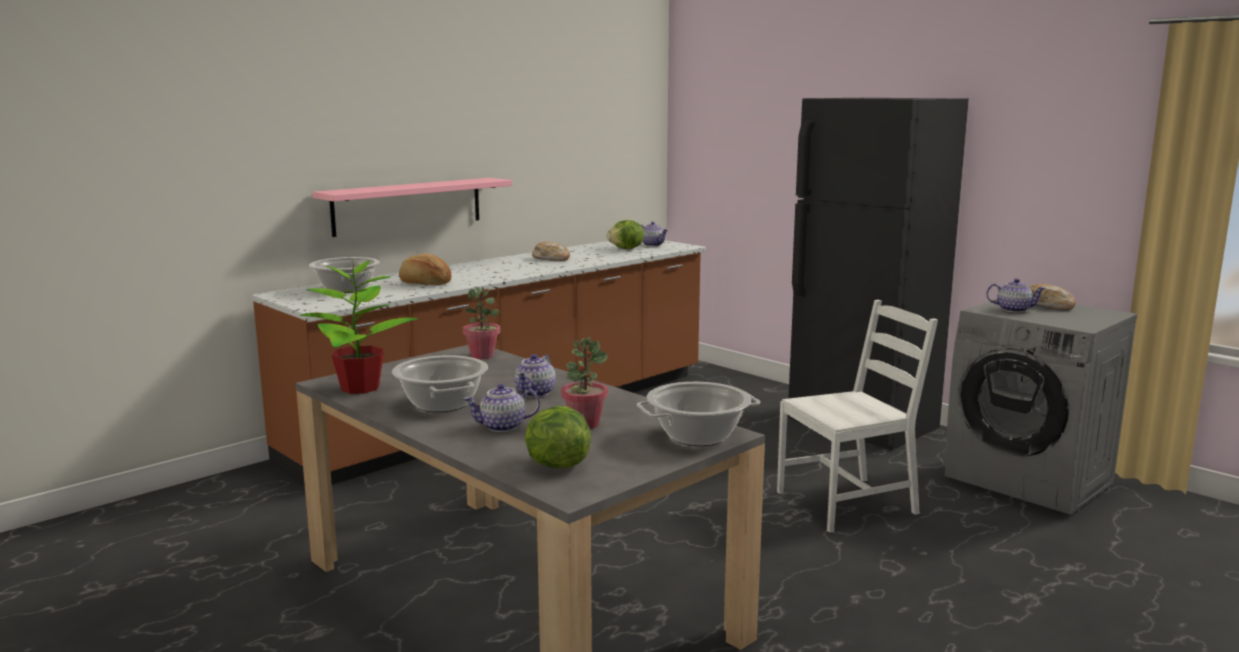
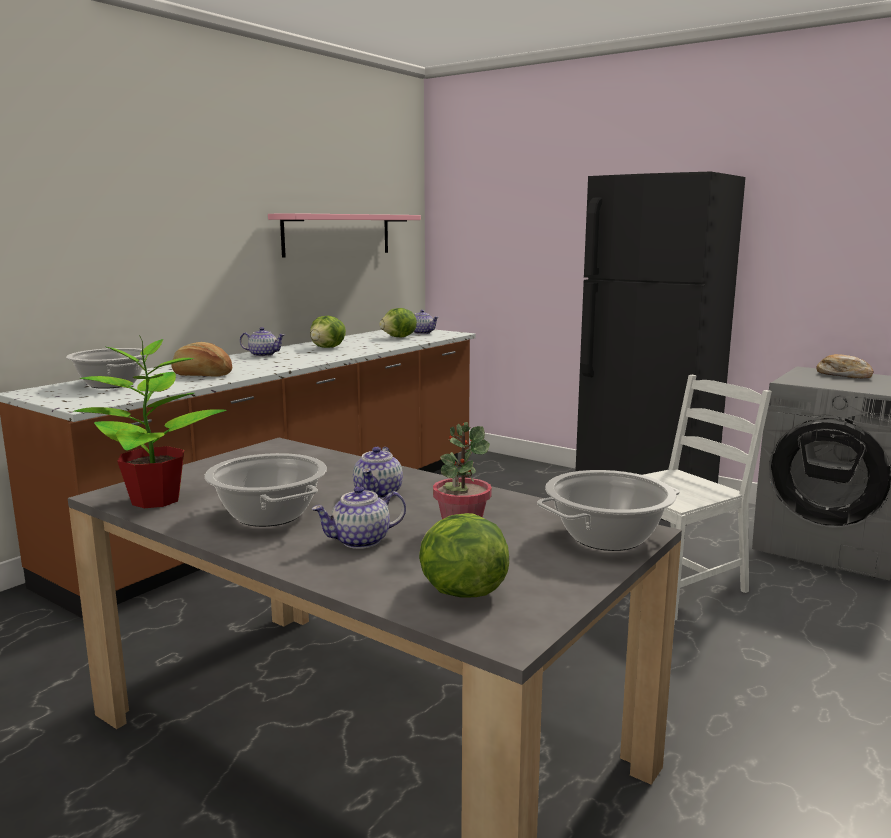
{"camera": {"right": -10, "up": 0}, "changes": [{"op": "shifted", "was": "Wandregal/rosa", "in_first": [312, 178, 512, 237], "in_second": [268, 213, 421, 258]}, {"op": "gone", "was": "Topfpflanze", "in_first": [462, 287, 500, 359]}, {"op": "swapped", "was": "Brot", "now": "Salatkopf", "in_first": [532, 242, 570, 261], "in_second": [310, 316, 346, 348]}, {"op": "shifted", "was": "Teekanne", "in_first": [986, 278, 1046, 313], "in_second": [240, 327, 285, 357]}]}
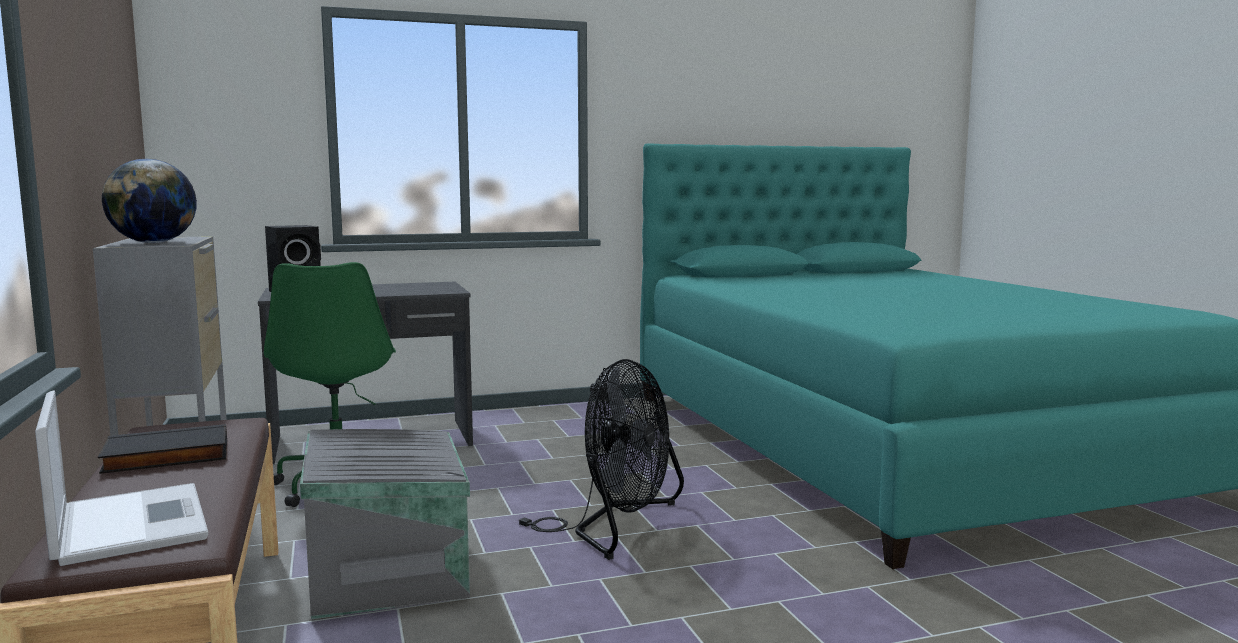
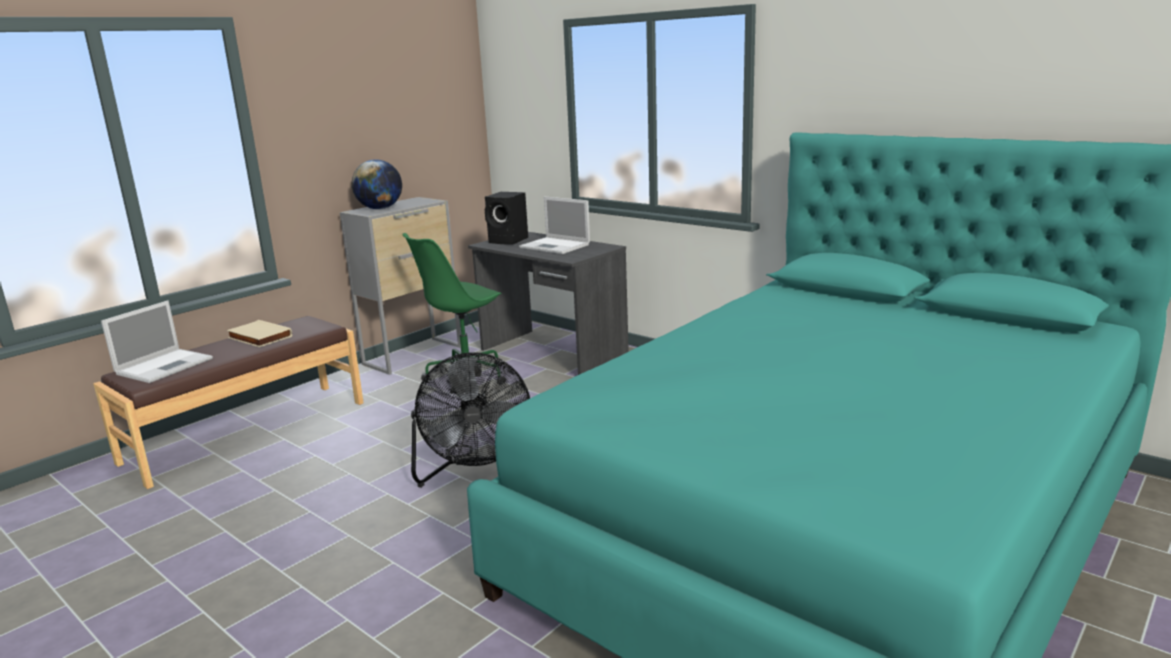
{"camera": {"right": 60, "up": 10}, "changes": [{"op": "repainted", "was": "Buch/schwarz", "now": "Buch/beige", "in_first": [98, 424, 227, 474], "in_second": [227, 320, 292, 347]}, {"op": "gone", "was": "Aufbewahrungsbox/grau", "in_first": [300, 429, 470, 619]}, {"op": "new", "now": "Laptop", "in_second": [519, 196, 590, 254]}]}
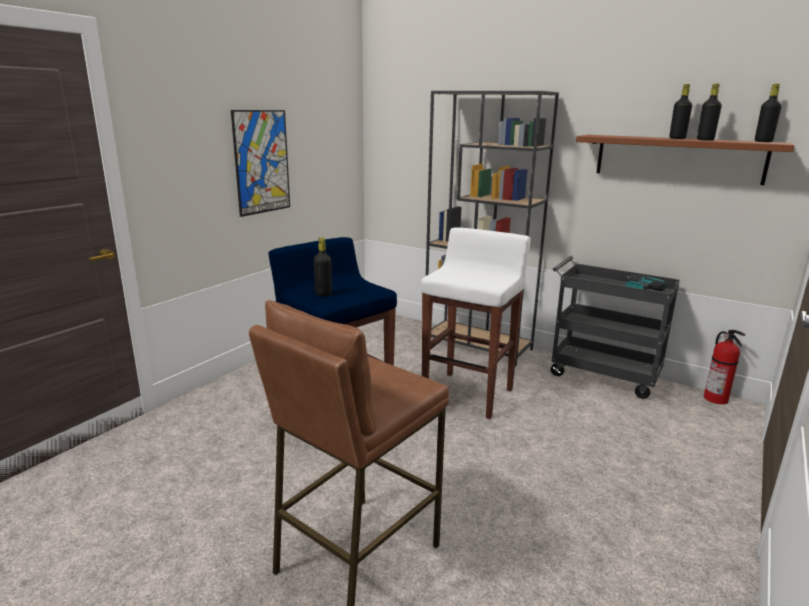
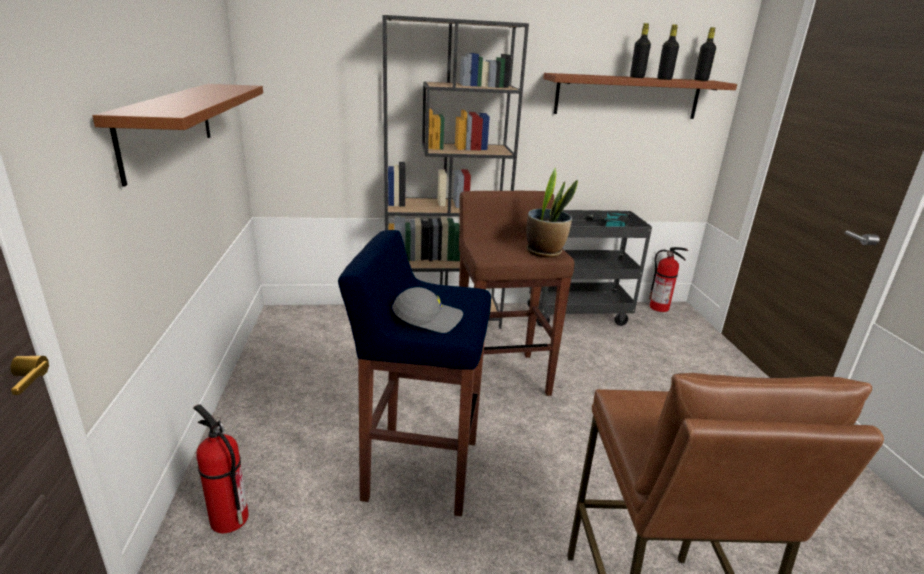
{"camera": {"right": -40, "up": 5}, "changes": [{"op": "swapped", "was": "Bild", "now": "Wandregal/braun", "in_first": [231, 110, 290, 217], "in_second": [92, 84, 263, 186]}, {"op": "swapped", "was": "Flasche/schwarz", "now": "Kappe/grau", "in_first": [313, 238, 332, 296], "in_second": [392, 287, 463, 333]}, {"op": "repainted", "was": "Hocker/weiß", "now": "Hocker/braun", "in_first": [421, 227, 531, 419], "in_second": [459, 191, 574, 396]}, {"op": "new", "now": "Feuerlöscher", "in_second": [193, 404, 249, 533]}, {"op": "new", "now": "Topfpflanze", "in_second": [526, 168, 578, 258]}]}
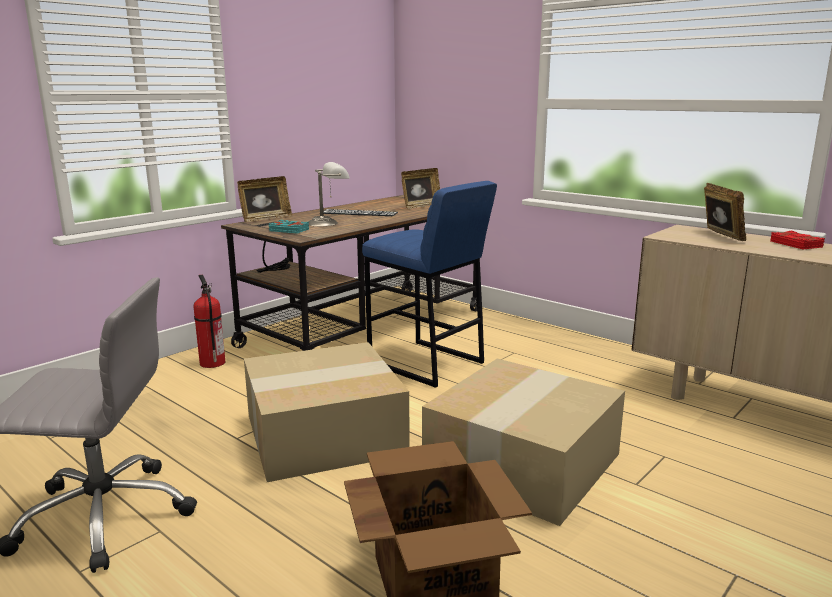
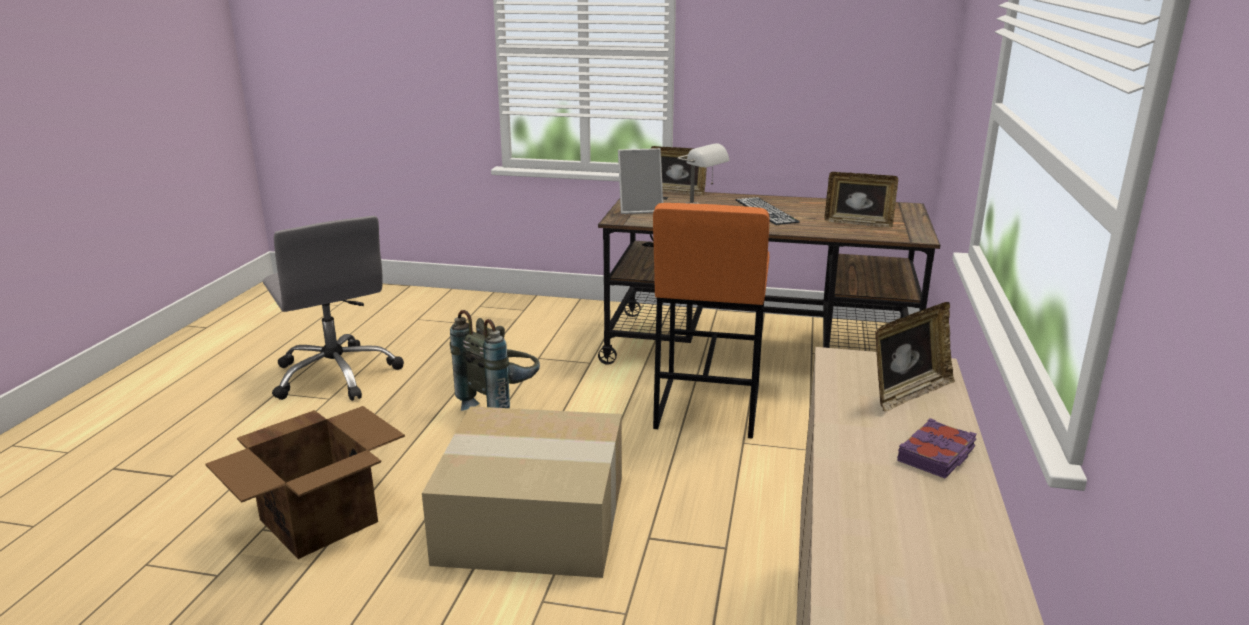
{"camera": {"right": 60, "up": 5}, "changes": [{"op": "gone", "was": "Feuerlöscher", "in_first": [194, 275, 225, 368]}, {"op": "swapped", "was": "Karton", "now": "Rucksack/grau", "in_first": [244, 342, 410, 482], "in_second": [450, 310, 540, 411]}, {"op": "swapped", "was": "Buch/türkis", "now": "Bilderrahmen", "in_first": [269, 220, 309, 234], "in_second": [618, 148, 663, 214]}, {"op": "repainted", "was": "Hocker/blau", "now": "Hocker/orange", "in_first": [362, 181, 497, 388], "in_second": [653, 203, 769, 439]}, {"op": "repainted", "was": "Buch/rot", "now": "Buch/lila", "in_first": [770, 231, 825, 249], "in_second": [897, 418, 976, 479]}]}
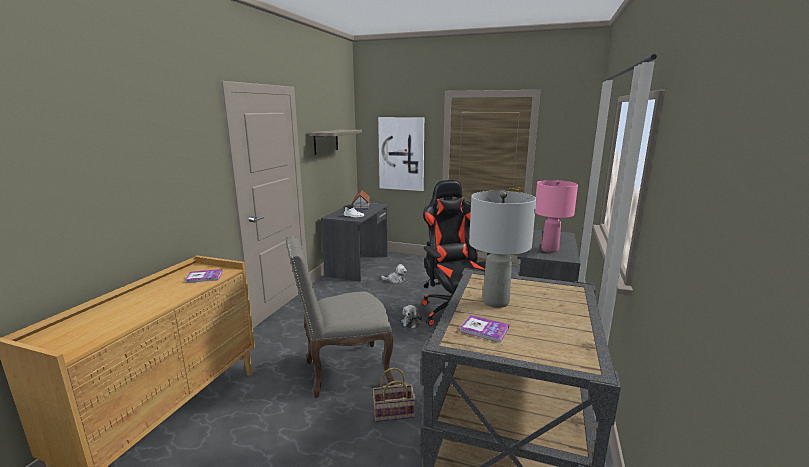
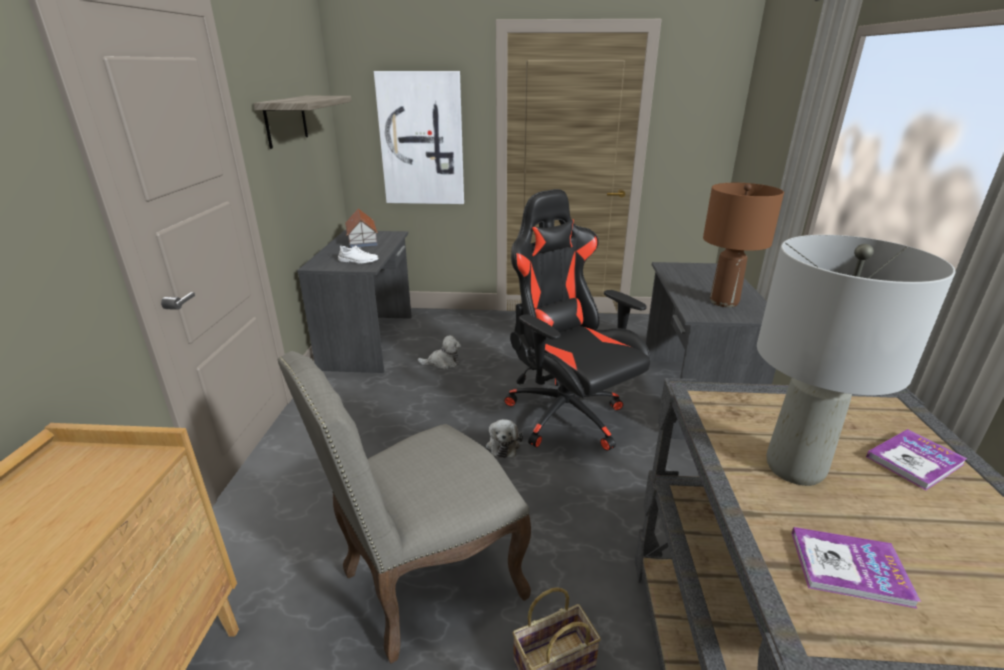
{"camera": {"right": -15, "up": 10}, "changes": [{"op": "shifted", "was": "Buch", "in_first": [185, 269, 222, 283], "in_second": [866, 429, 967, 490]}, {"op": "repainted", "was": "Tischlampe/rosa", "now": "Tischlampe/braun", "in_first": [535, 180, 578, 253], "in_second": [703, 183, 784, 307]}]}
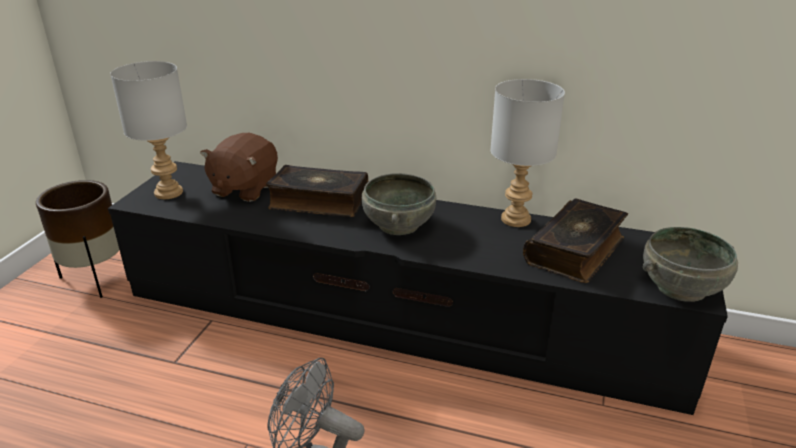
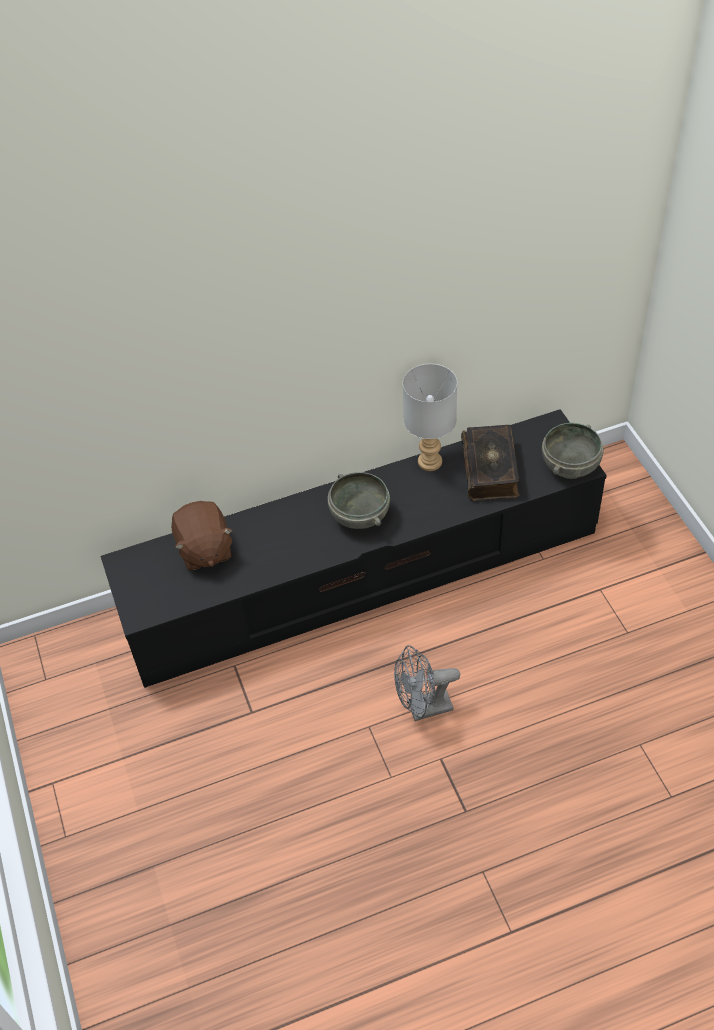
{"camera": {"right": -35, "up": 20}, "changes": [{"op": "gone", "was": "Pflanzkübel/braun", "in_first": [36, 180, 119, 298]}, {"op": "gone", "was": "Tischlampe/grau", "in_first": [110, 61, 187, 199]}, {"op": "gone", "was": "Buch", "in_first": [266, 165, 368, 217]}]}
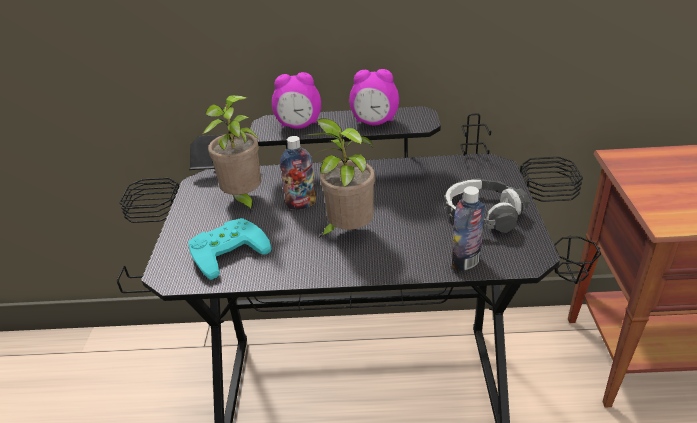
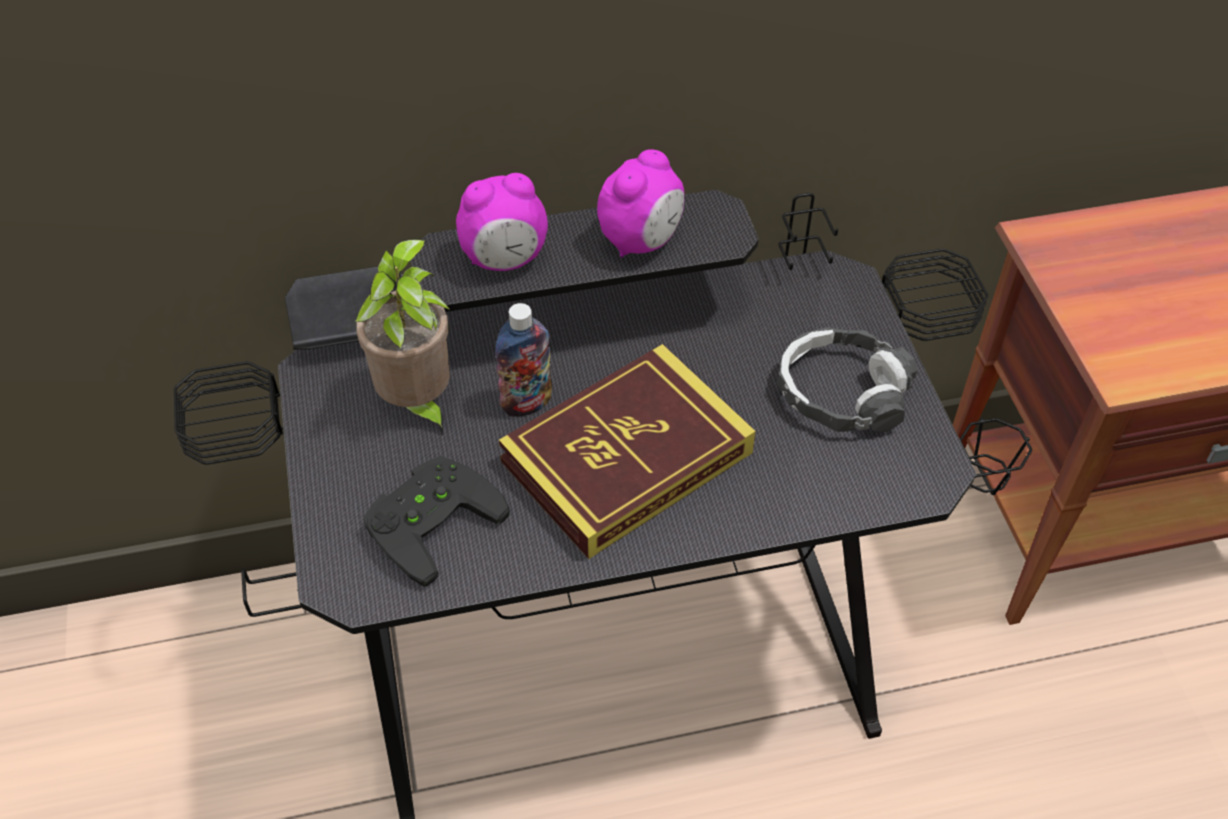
{"camera": {"right": -15, "up": 15}, "changes": [{"op": "repainted", "was": "Gamepad/türkis", "now": "Gamepad/schwarz", "in_first": [188, 218, 272, 280], "in_second": [363, 456, 510, 587]}, {"op": "swapped", "was": "Topfpflanze", "now": "Buch", "in_first": [302, 118, 375, 238], "in_second": [499, 344, 756, 559]}, {"op": "rotated", "was": "Wecker", "in_first": [349, 69, 399, 125], "in_second": [597, 149, 684, 258], "clockwise": -45}, {"op": "gone", "was": "Flasche", "in_first": [452, 186, 485, 271]}]}
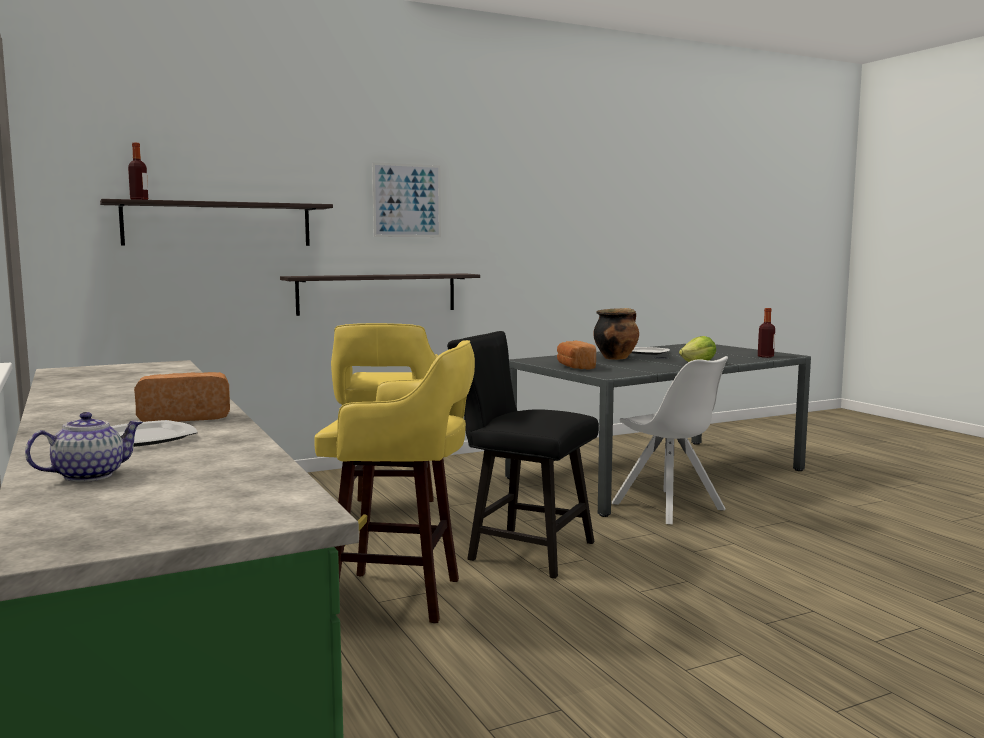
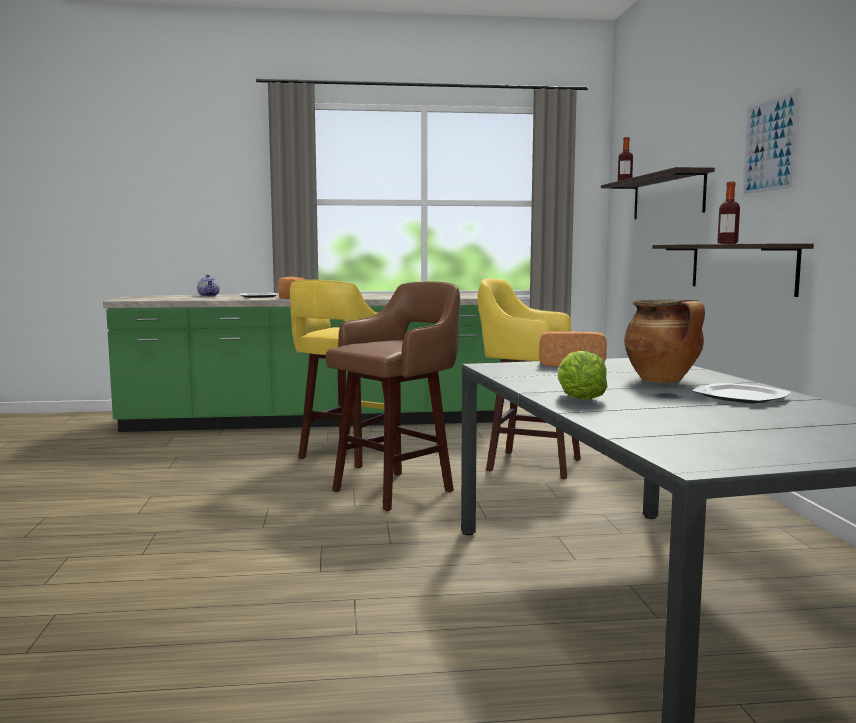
{"camera": {"right": 110, "up": 0}, "changes": [{"op": "swapped", "was": "Stuhl/schwarz", "now": "Hocker/braun", "in_first": [447, 331, 599, 579], "in_second": [326, 281, 460, 511]}, {"op": "gone", "was": "Stuhl/weiß", "in_first": [612, 356, 728, 525]}, {"op": "shifted", "was": "Flasche", "in_first": [758, 308, 775, 358], "in_second": [717, 182, 740, 244]}]}
